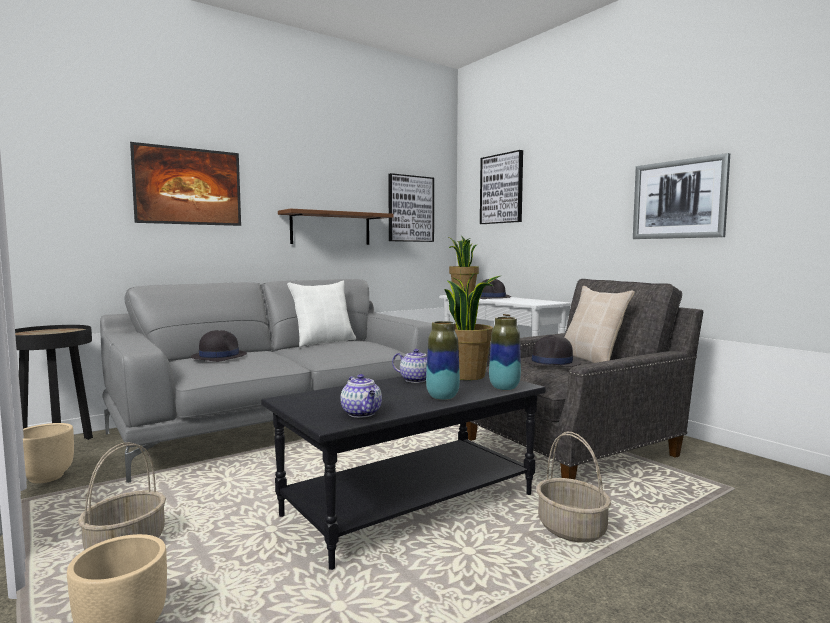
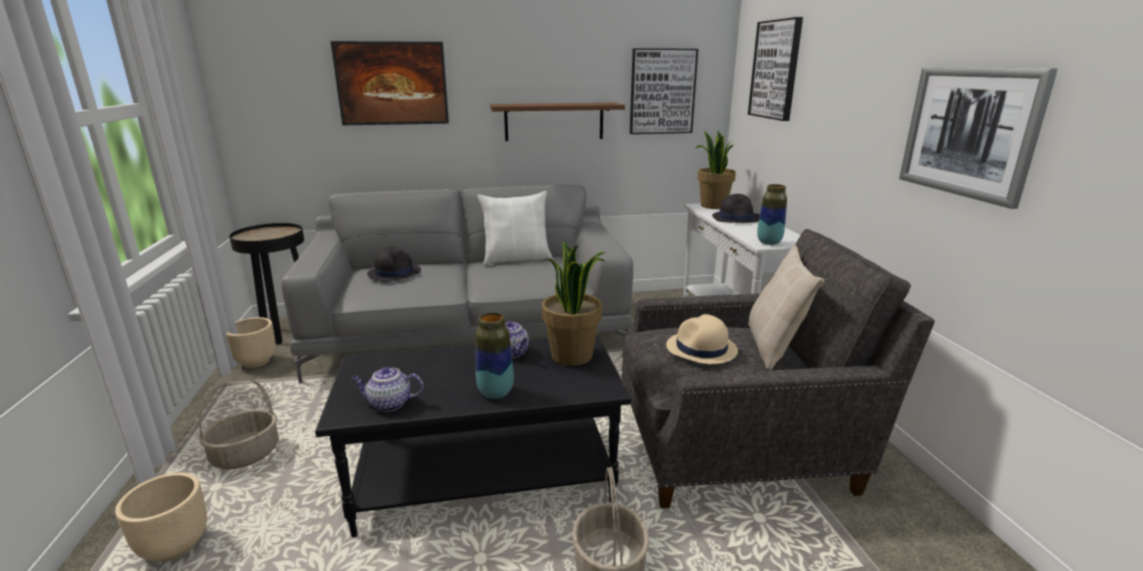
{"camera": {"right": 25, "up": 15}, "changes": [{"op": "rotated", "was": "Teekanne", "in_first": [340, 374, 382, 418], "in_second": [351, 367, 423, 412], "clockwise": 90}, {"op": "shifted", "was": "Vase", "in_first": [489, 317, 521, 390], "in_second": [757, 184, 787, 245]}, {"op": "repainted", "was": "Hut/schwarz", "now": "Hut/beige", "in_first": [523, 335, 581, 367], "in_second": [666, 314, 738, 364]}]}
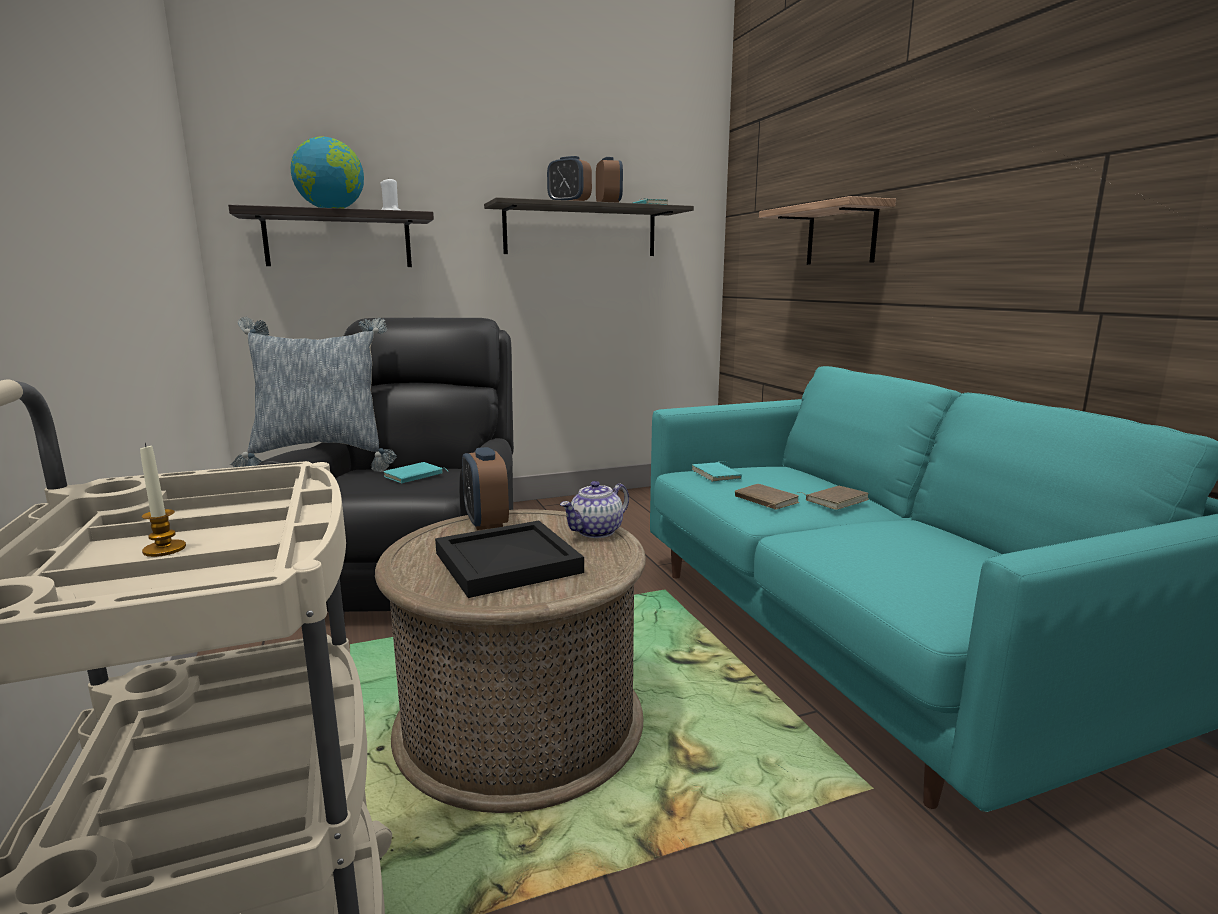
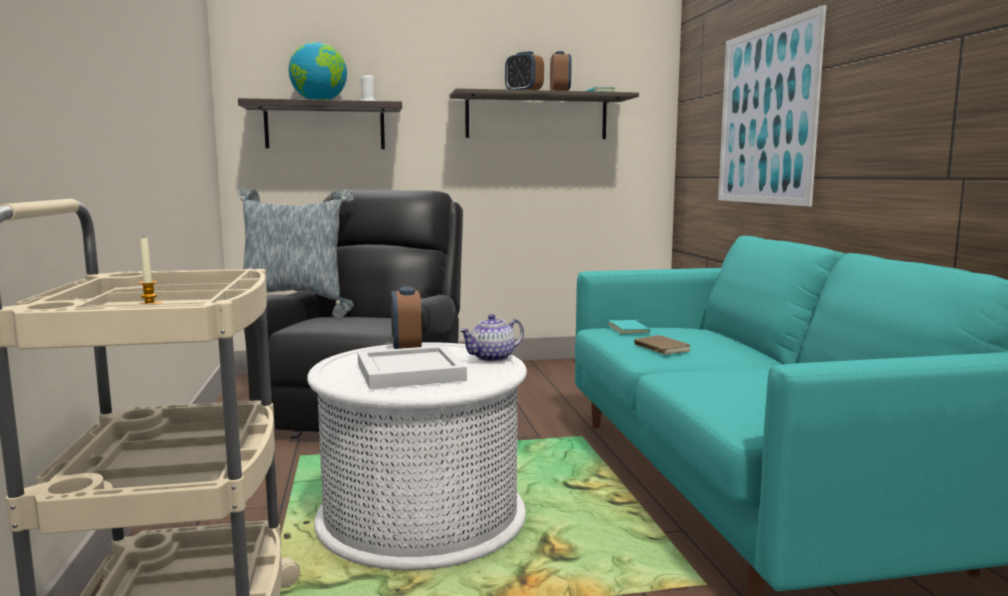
{"camera": {"right": 10, "up": -5}, "changes": [{"op": "repainted", "was": "Couchtisch/braun", "now": "Couchtisch/weiß", "in_first": [375, 509, 646, 813], "in_second": [307, 342, 527, 570]}, {"op": "gone", "was": "Buch/türkis", "in_first": [384, 462, 448, 483]}, {"op": "repainted", "was": "Tablett/schwarz", "now": "Tablett/weiß", "in_first": [435, 521, 584, 598], "in_second": [358, 345, 467, 389]}, {"op": "swapped", "was": "Wandregal", "now": "Bild", "in_first": [759, 196, 896, 265], "in_second": [718, 5, 826, 207]}, {"op": "gone", "was": "Buch/braun", "in_first": [797, 486, 869, 510]}]}
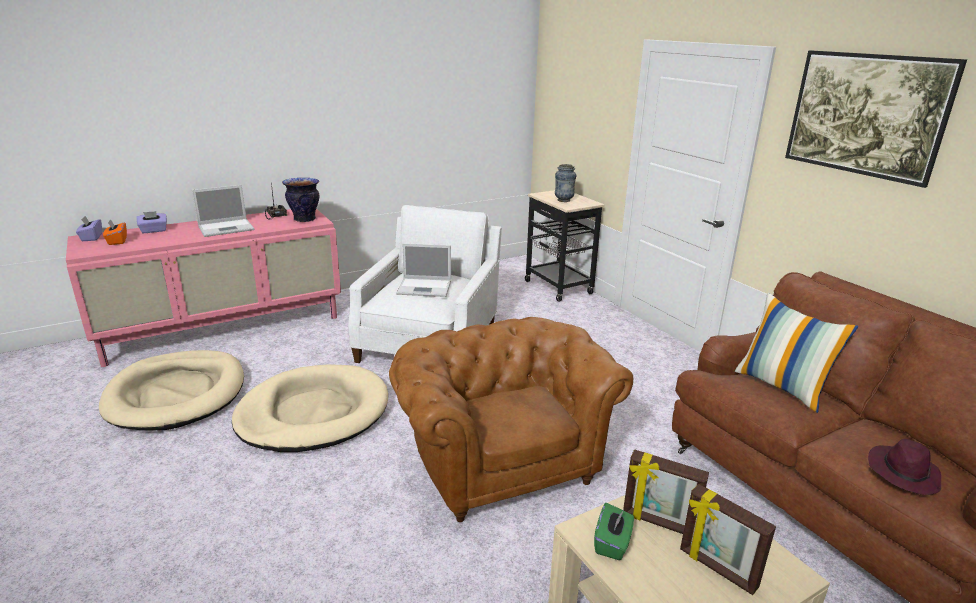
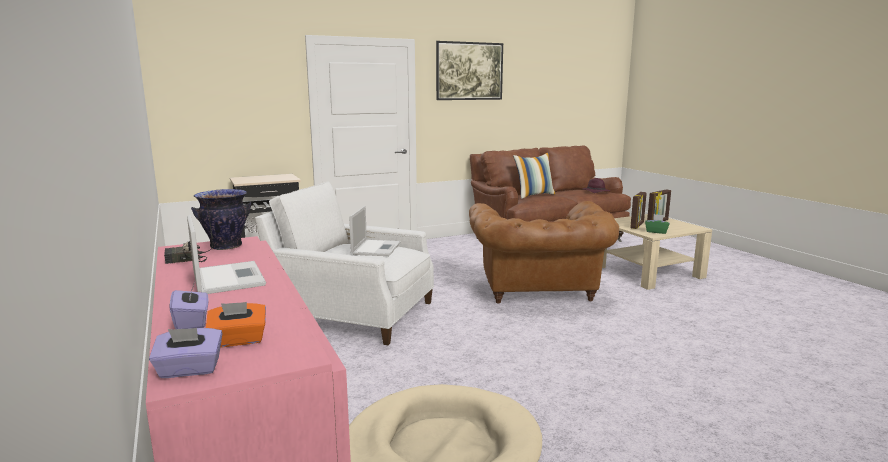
{"camera": {"right": -85, "up": -10}, "changes": [{"op": "gone", "was": "Hundebett/beige", "in_first": [232, 364, 388, 452]}, {"op": "rotated", "was": "Sessel/braun", "in_first": [389, 317, 633, 522], "in_second": [469, 201, 619, 304], "clockwise": -75}, {"op": "gone", "was": "Vase", "in_first": [555, 164, 577, 202]}]}
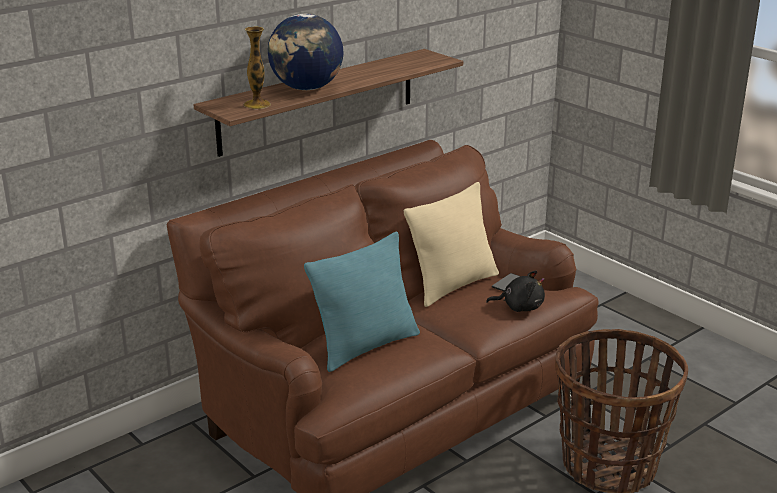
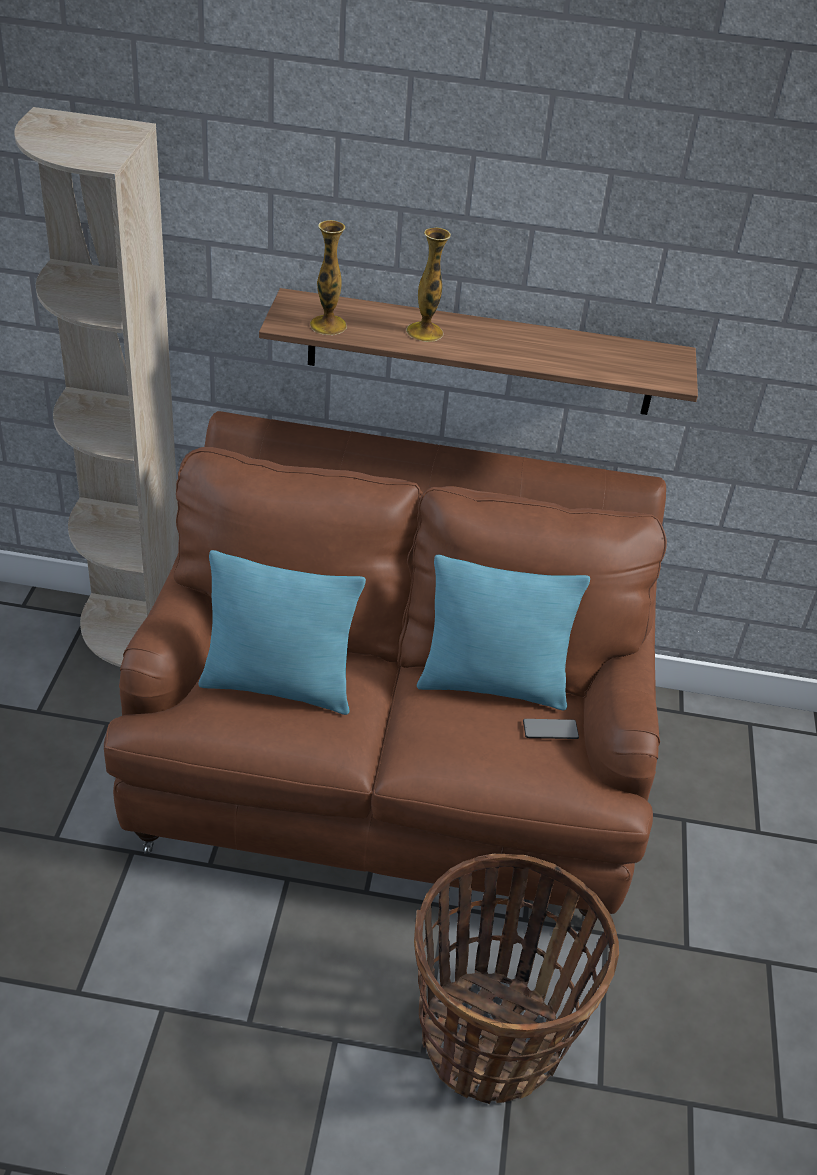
{"camera": {"right": 45, "up": 15}, "changes": [{"op": "swapped", "was": "Globus", "now": "Vase", "in_first": [268, 14, 343, 90], "in_second": [406, 227, 451, 342]}, {"op": "repainted", "was": "Kissen/beige", "now": "Kissen/türkis", "in_first": [404, 182, 499, 307], "in_second": [417, 554, 590, 710]}, {"op": "gone", "was": "Plüschtier/schwarz", "in_first": [486, 270, 545, 312]}, {"op": "new", "now": "Bücherregal/beige", "in_second": [14, 107, 179, 667]}]}
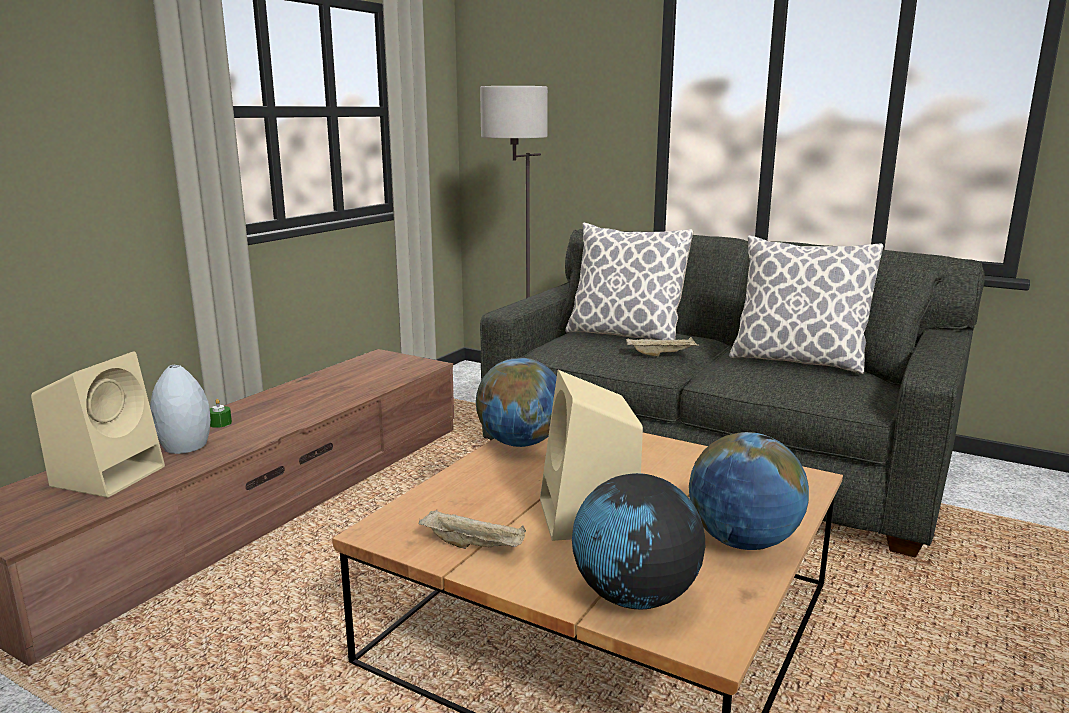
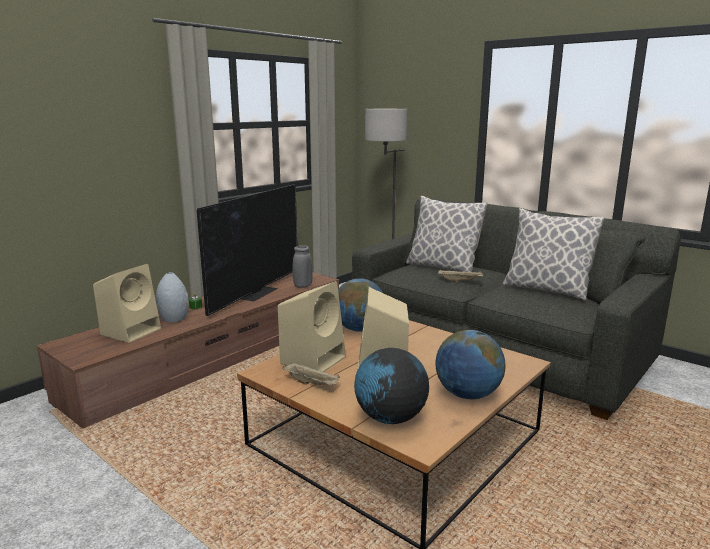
{"camera": {"right": 10, "up": 0}, "changes": [{"op": "new", "now": "Fernseher", "in_second": [197, 184, 298, 316]}, {"op": "new", "now": "Lautsprecher/beige", "in_second": [278, 281, 346, 372]}, {"op": "new", "now": "Vase/grau", "in_second": [292, 245, 312, 288]}]}
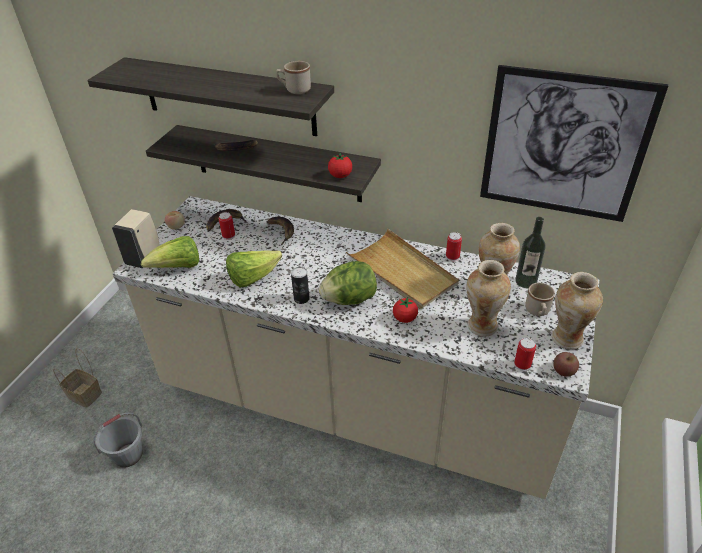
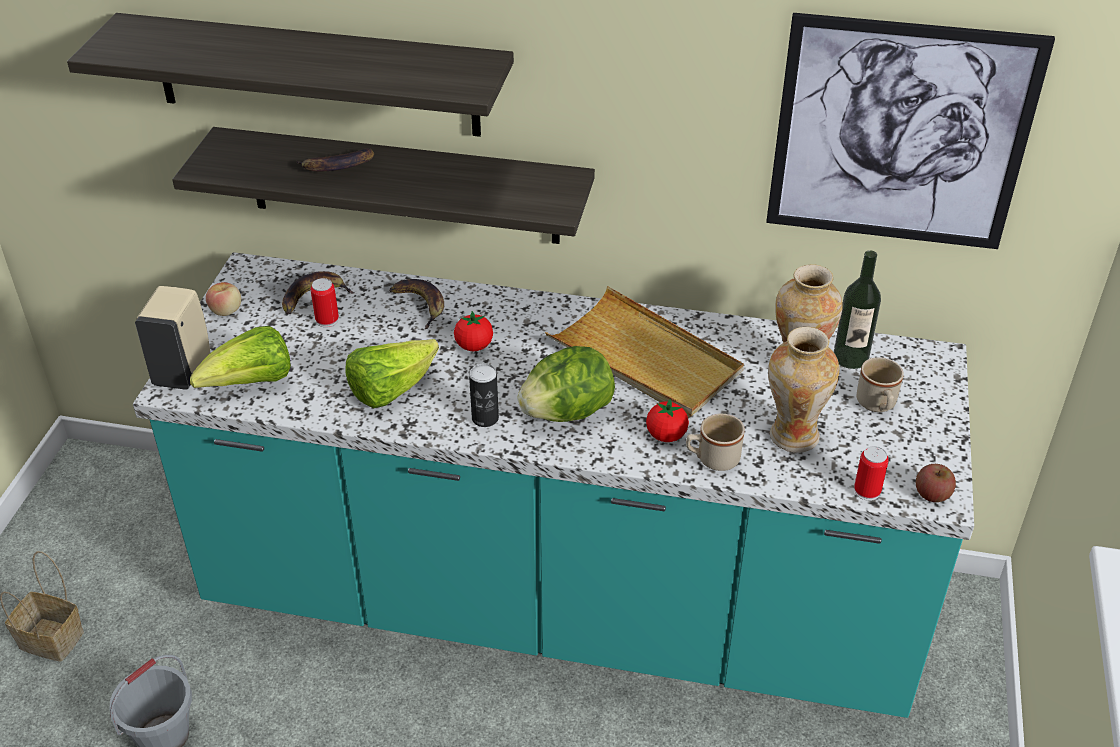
{"camera": {"right": -10, "up": 0}, "changes": [{"op": "repainted", "was": "Küchenzeile/beige", "now": "Küchenzeile/türkis", "in_first": [113, 196, 599, 499], "in_second": [133, 252, 974, 718]}, {"op": "shifted", "was": "Henkelbecher/beige", "in_first": [276, 61, 311, 94], "in_second": [686, 413, 745, 471]}, {"op": "shifted", "was": "Tomate", "in_first": [328, 153, 352, 178], "in_second": [454, 311, 493, 351]}, {"op": "gone", "was": "Dose", "in_first": [446, 232, 462, 261]}, {"op": "gone", "was": "Vase", "in_first": [552, 272, 603, 350]}]}
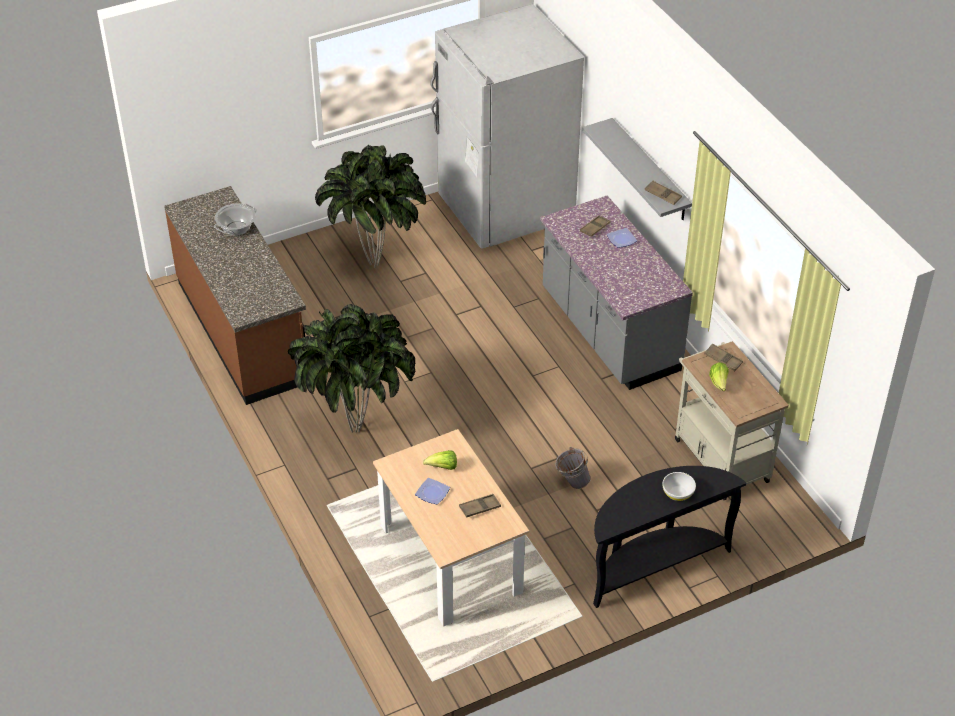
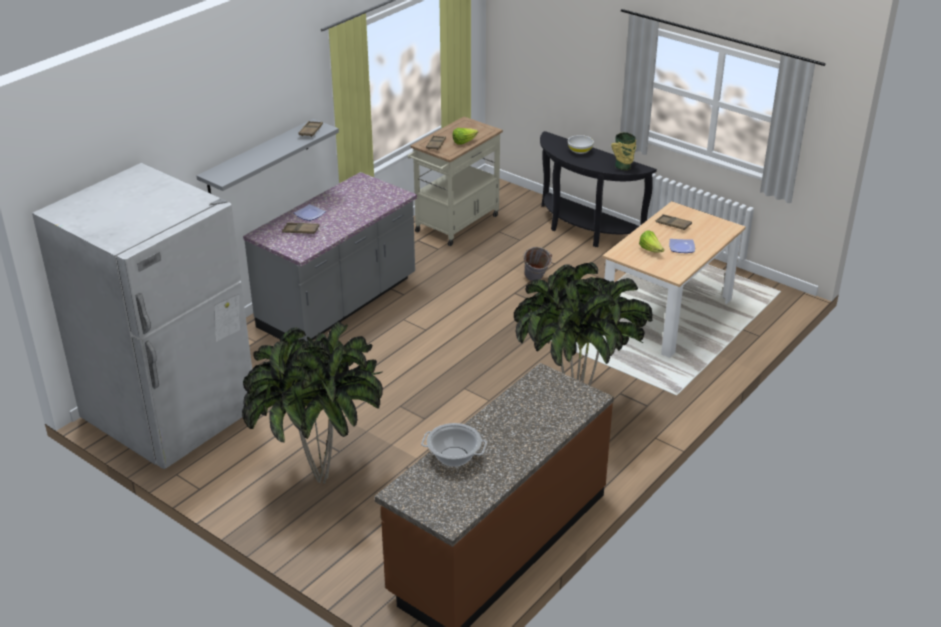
{"camera": {"right": -115, "up": -10}, "changes": [{"op": "new", "now": "Vase", "in_second": [611, 132, 636, 170]}]}
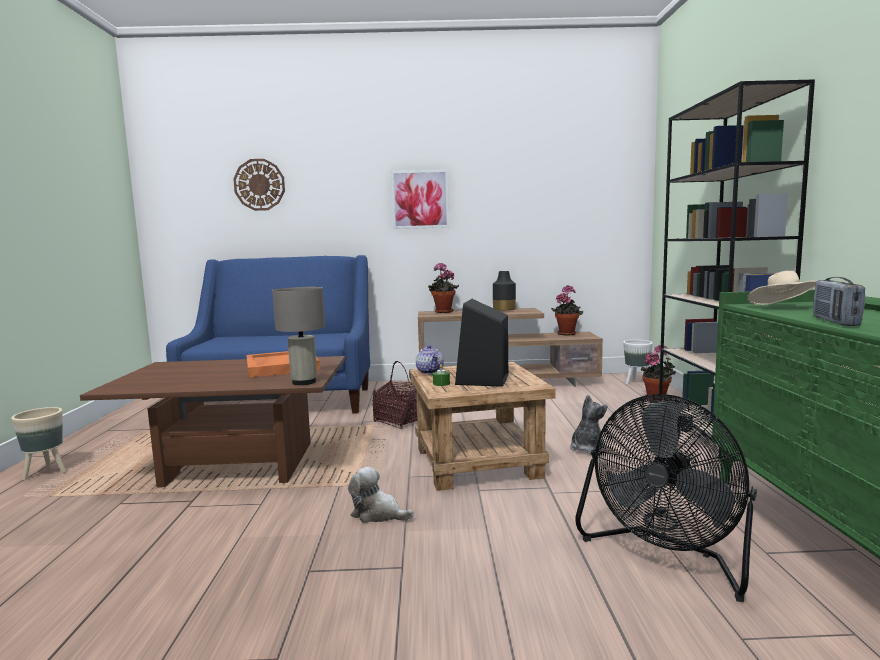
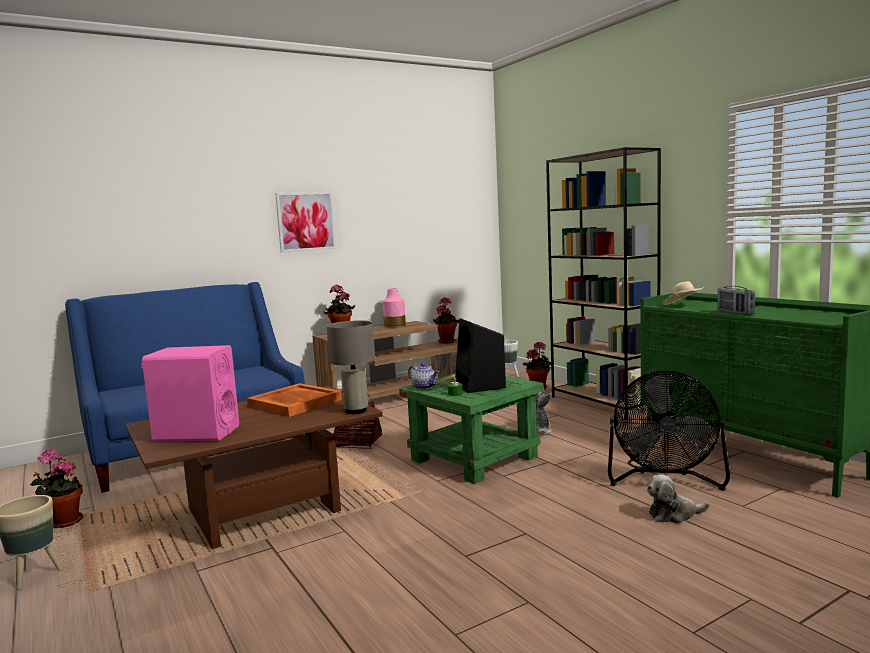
{"camera": {"right": -30, "up": 0}, "changes": [{"op": "gone", "was": "Wanduhr", "in_first": [233, 159, 285, 211]}, {"op": "shifted", "was": "Plüschtier", "in_first": [348, 467, 414, 523], "in_second": [647, 474, 710, 523]}, {"op": "repainted", "was": "Beistelltisch/braun", "now": "Beistelltisch/grün", "in_first": [409, 362, 555, 491], "in_second": [399, 374, 544, 484]}, {"op": "repainted", "was": "Vase/schwarz", "now": "Vase/rosa", "in_first": [493, 271, 516, 310], "in_second": [382, 288, 406, 326]}, {"op": "new", "now": "Topfpflanze", "in_second": [30, 449, 83, 528]}, {"op": "new", "now": "Lautsprecher/rosa", "in_second": [141, 345, 239, 442]}]}
